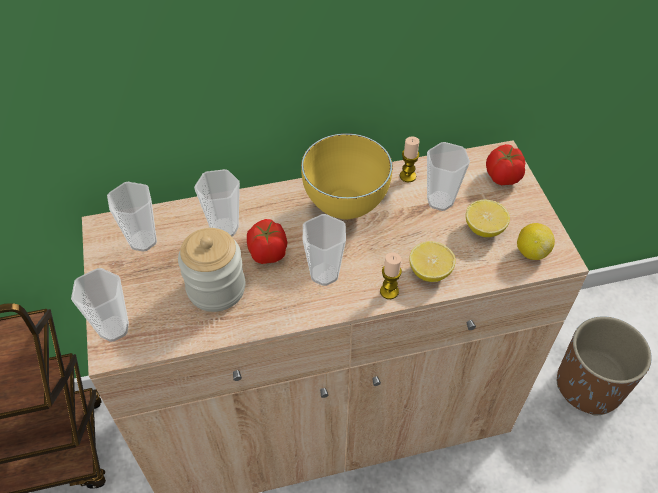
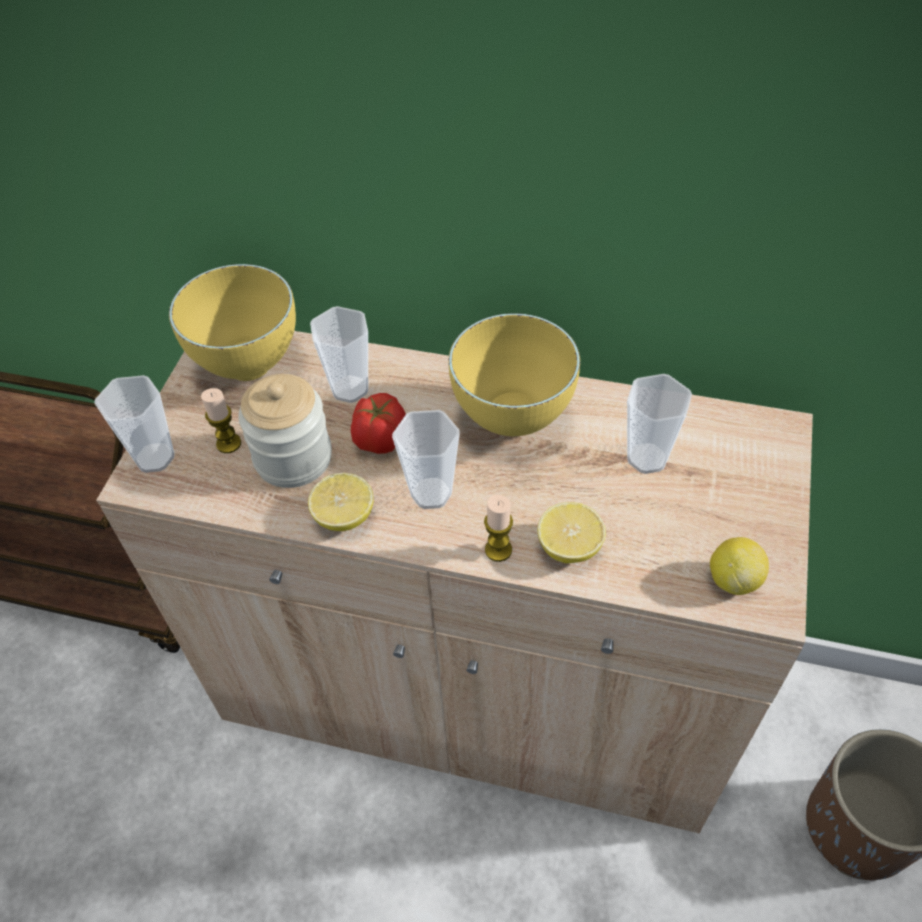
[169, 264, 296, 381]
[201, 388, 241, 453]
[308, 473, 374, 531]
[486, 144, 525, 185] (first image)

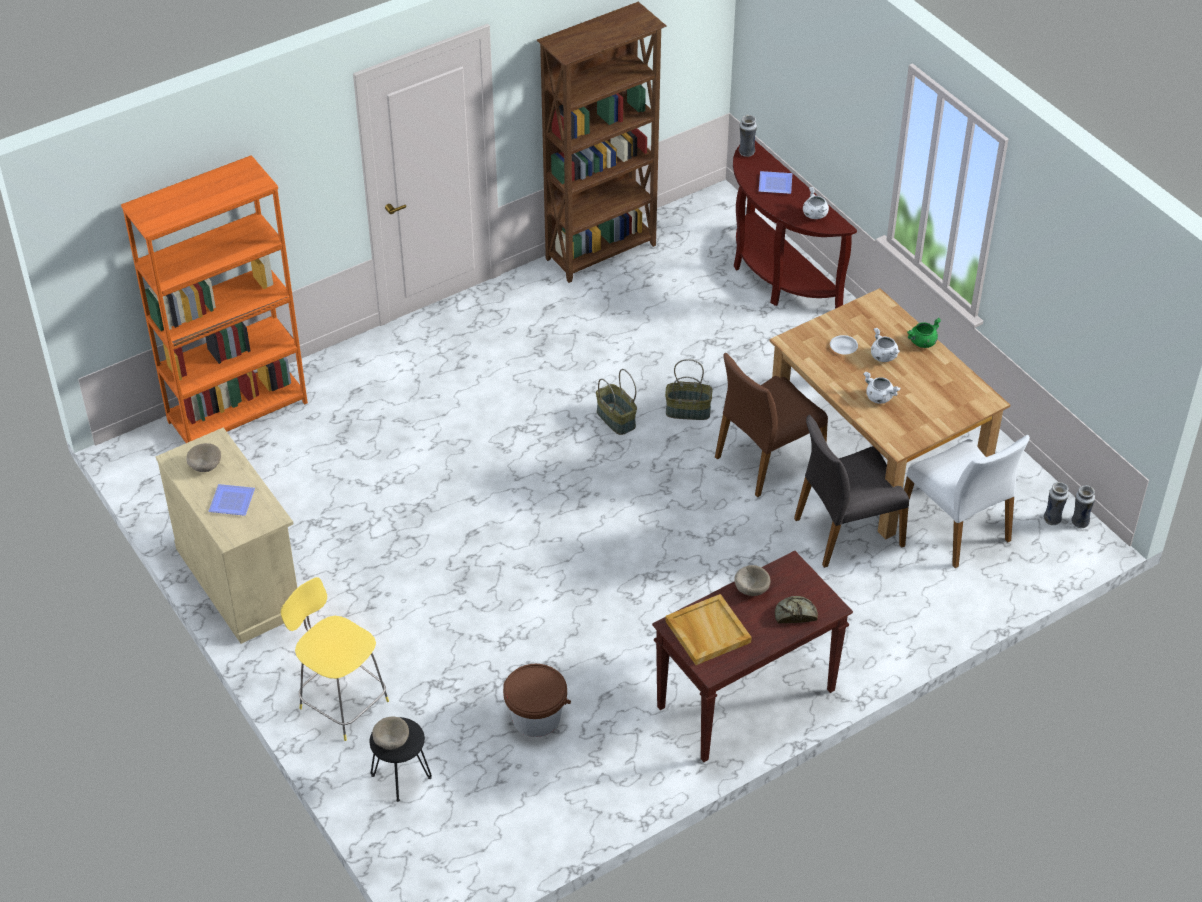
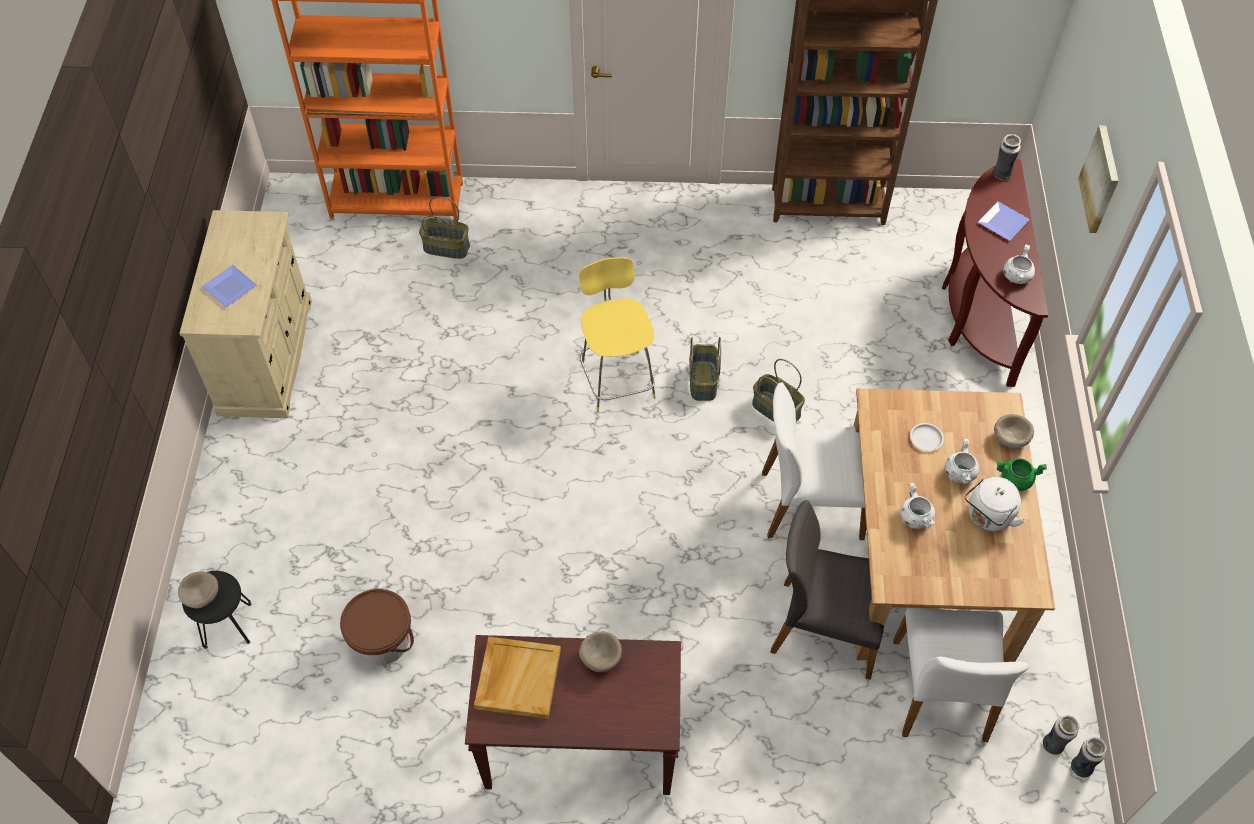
[419, 196, 470, 259]
[579, 257, 656, 413]
[762, 382, 866, 540]
[965, 477, 1026, 531]
[994, 414, 1034, 449]
[1078, 125, 1119, 233]
[775, 596, 818, 623] (first image)

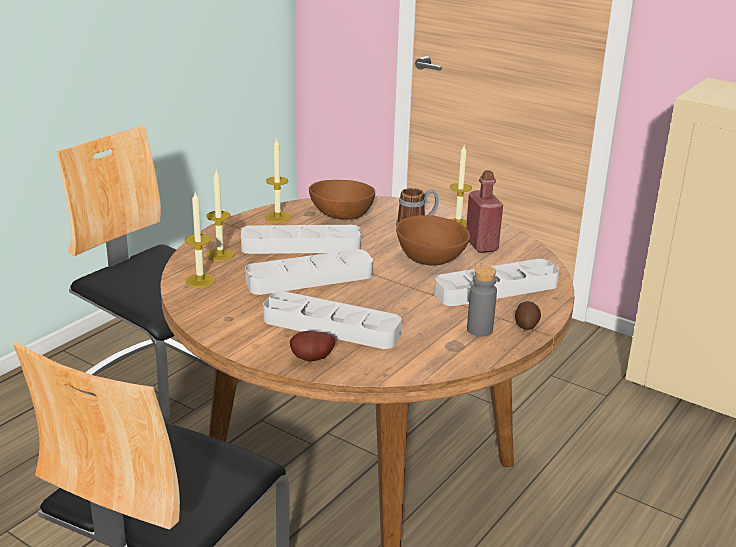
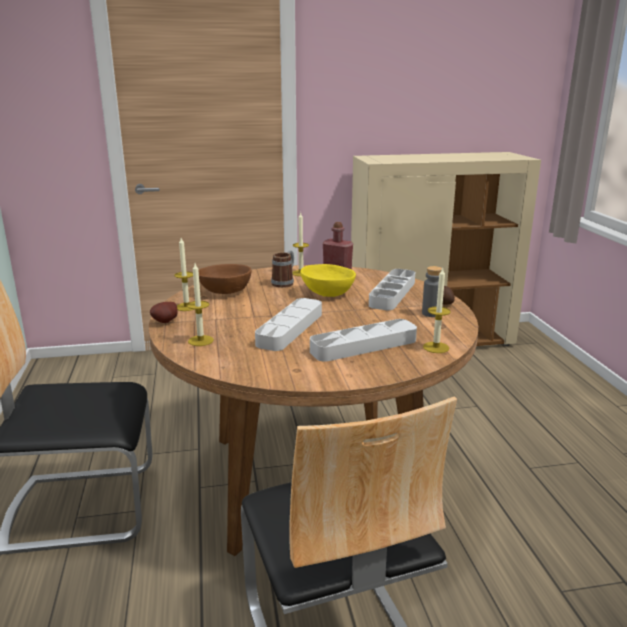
[150, 302, 178, 323]
[300, 264, 356, 297]
[423, 268, 451, 353]
[241, 225, 361, 254] (first image)

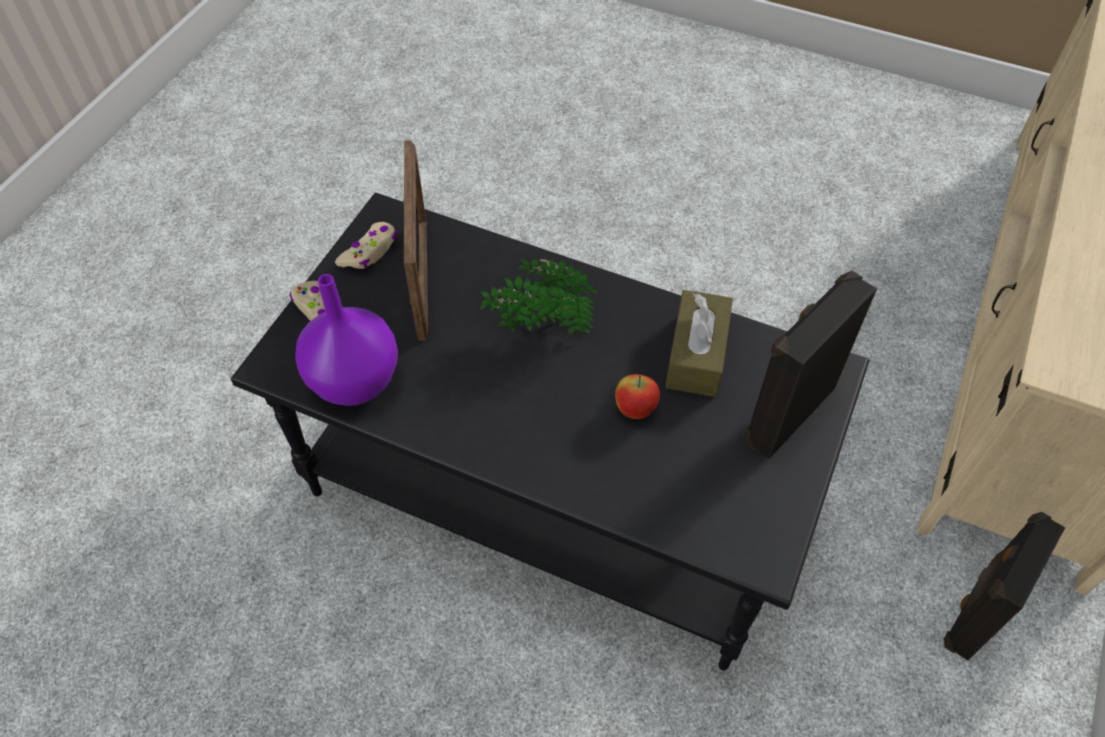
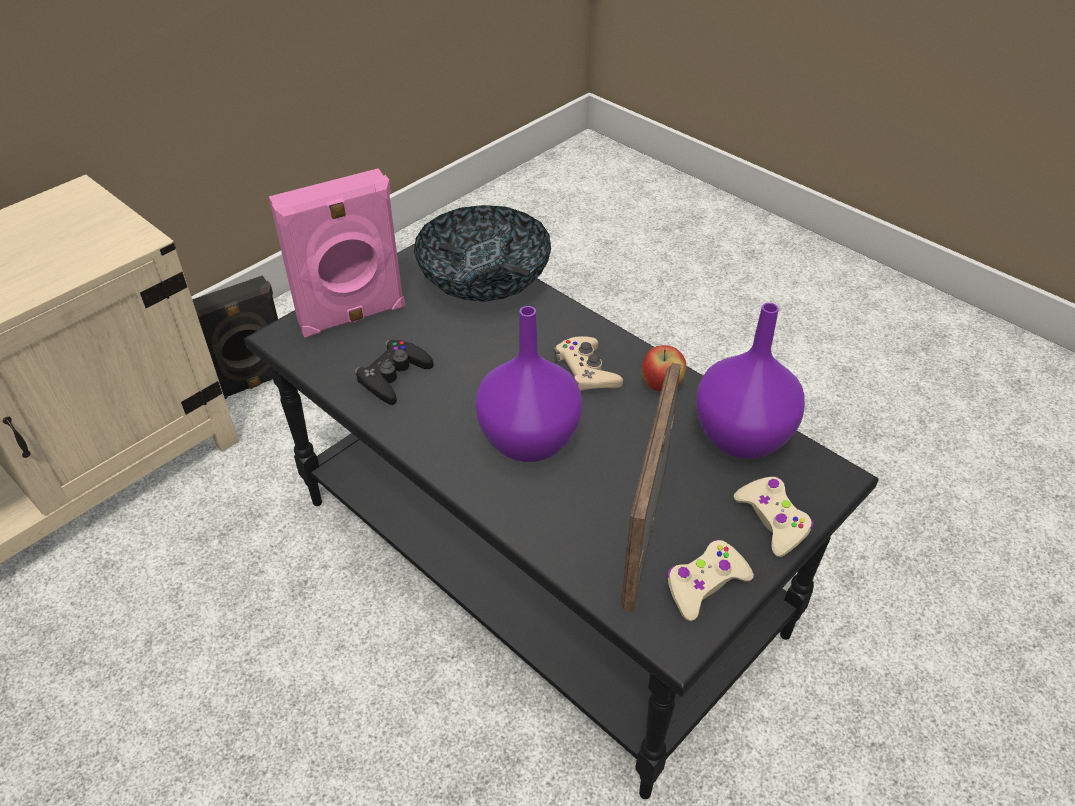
[269, 168, 406, 338]
[355, 340, 434, 405]
[414, 205, 551, 302]
[476, 306, 582, 462]
[554, 336, 623, 391]
[642, 345, 686, 392]

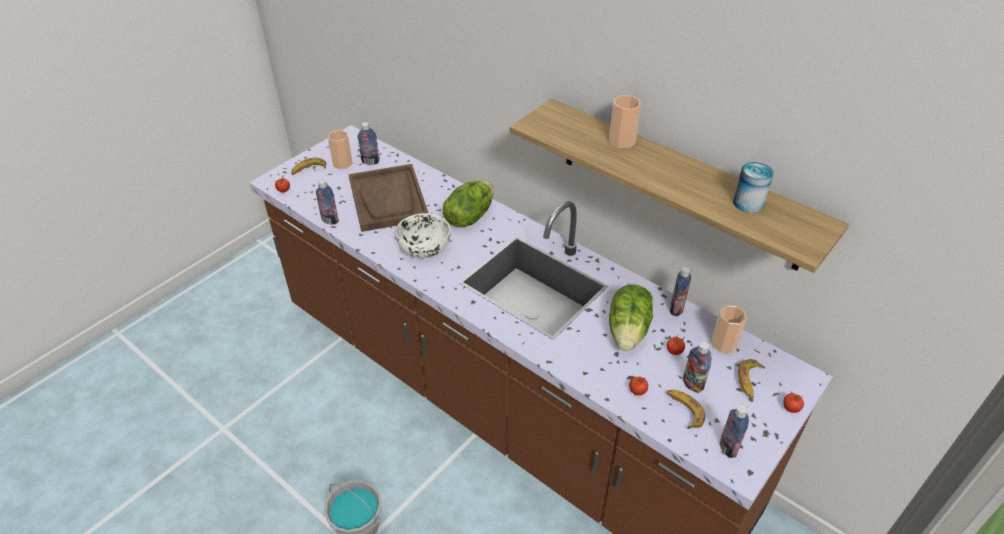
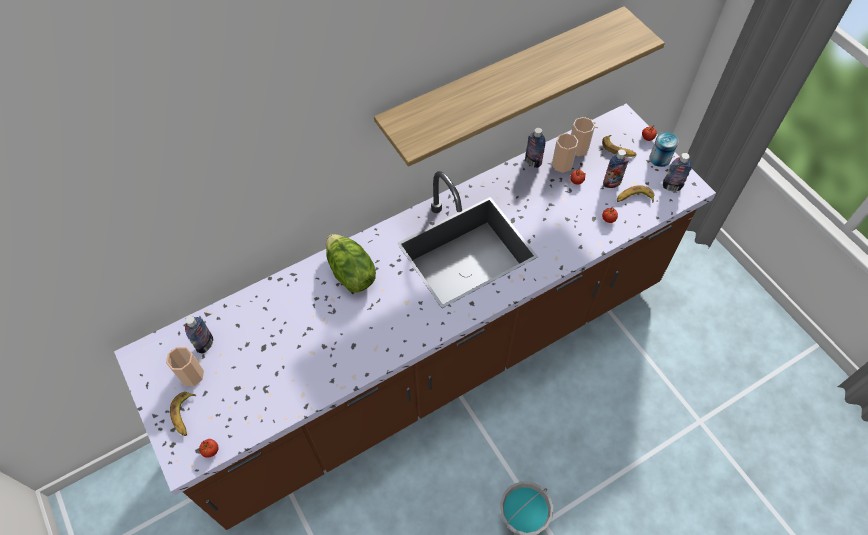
[552, 133, 579, 173]
[649, 132, 679, 167]
[316, 179, 339, 225] (first image)
[349, 164, 428, 232] (first image)
[395, 213, 450, 258] (first image)
[609, 284, 653, 351] (first image)

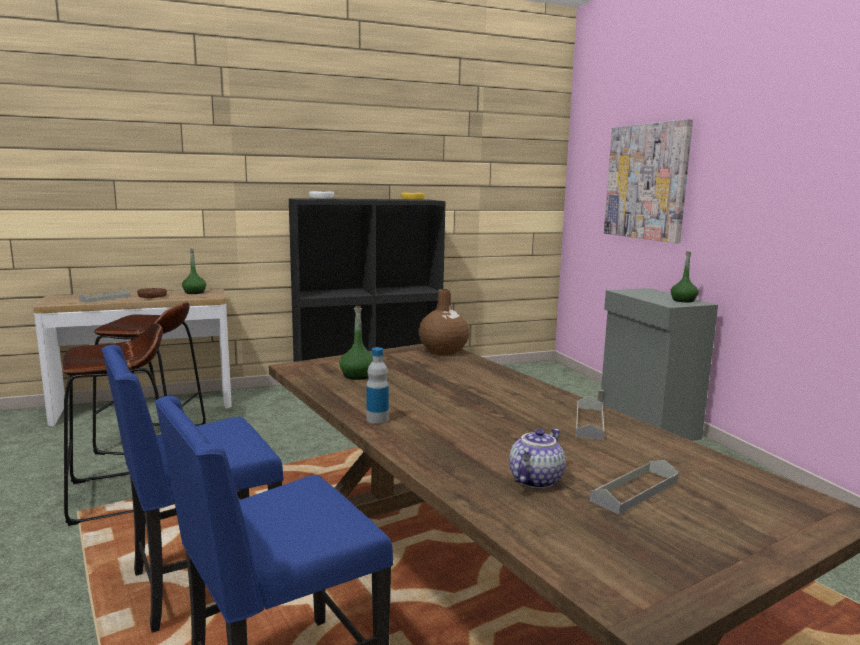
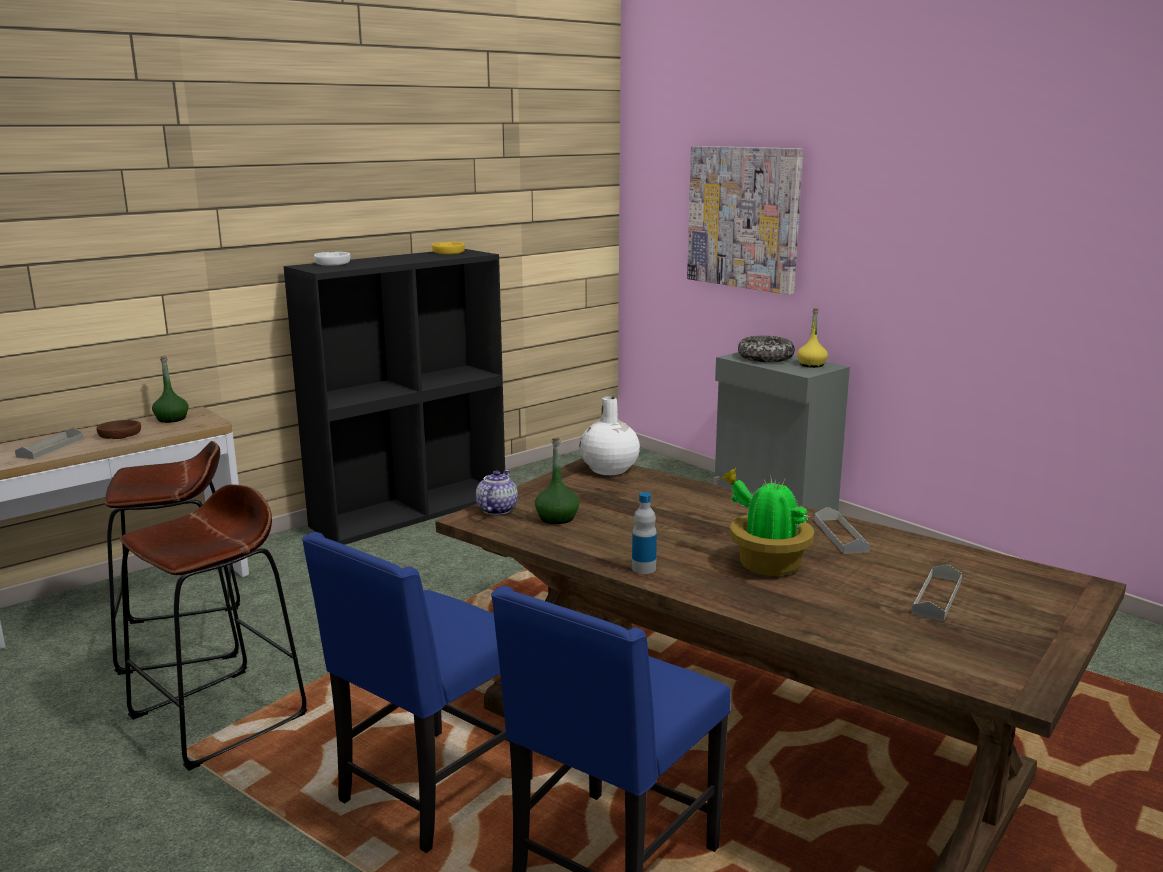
[476, 470, 518, 515]
[579, 396, 640, 475]
[721, 468, 814, 576]
[738, 336, 795, 362]
[797, 308, 828, 368]

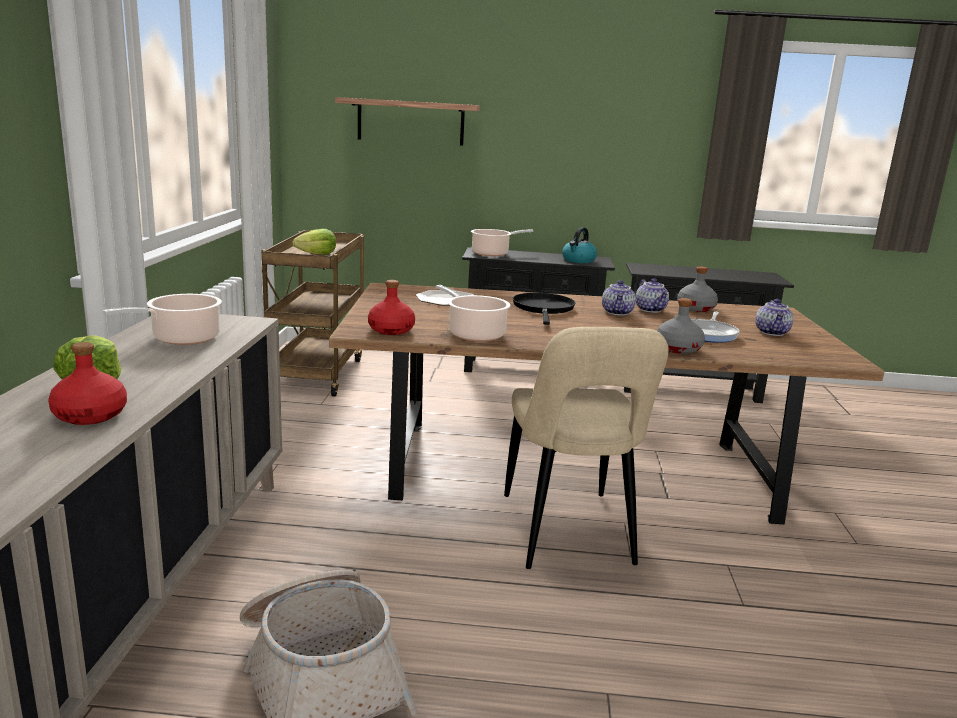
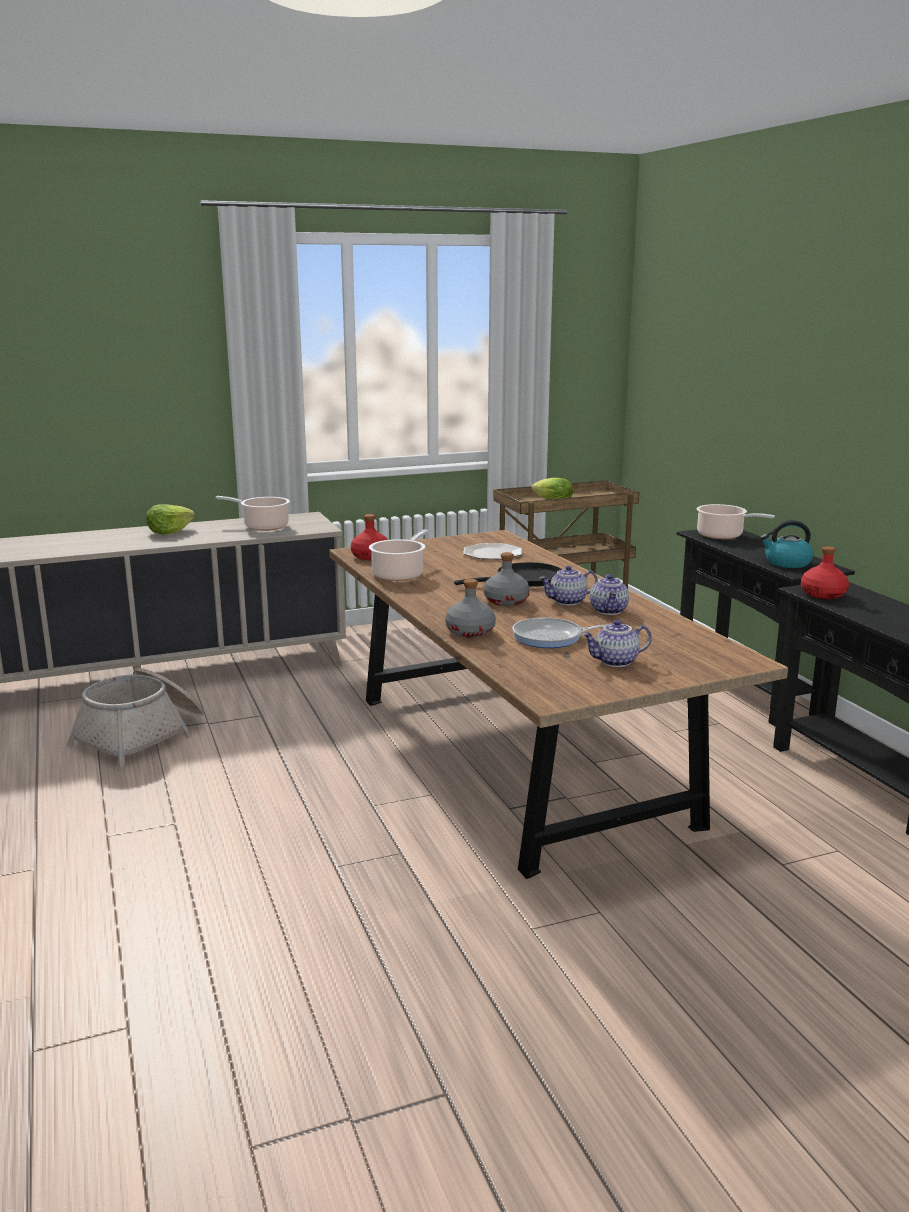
[484, 552, 530, 606]
[590, 574, 629, 615]
[801, 546, 849, 599]
[335, 97, 480, 146] (first image)
[504, 327, 668, 569] (first image)

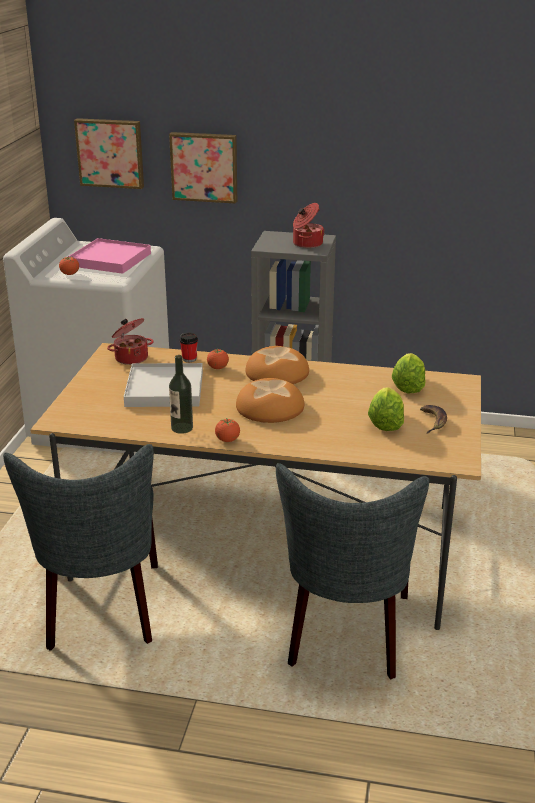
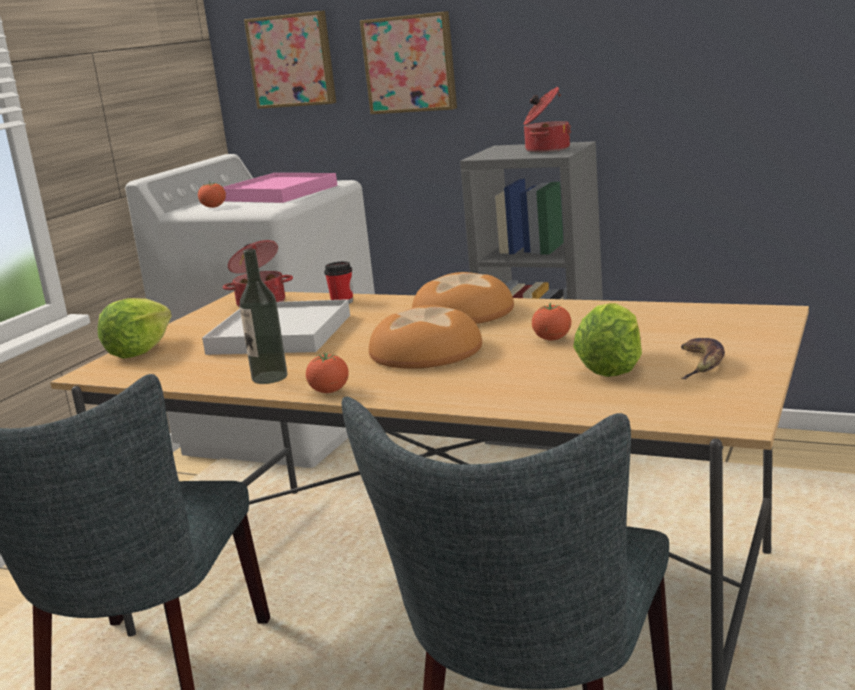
[98, 298, 172, 359]
[532, 303, 571, 340]

